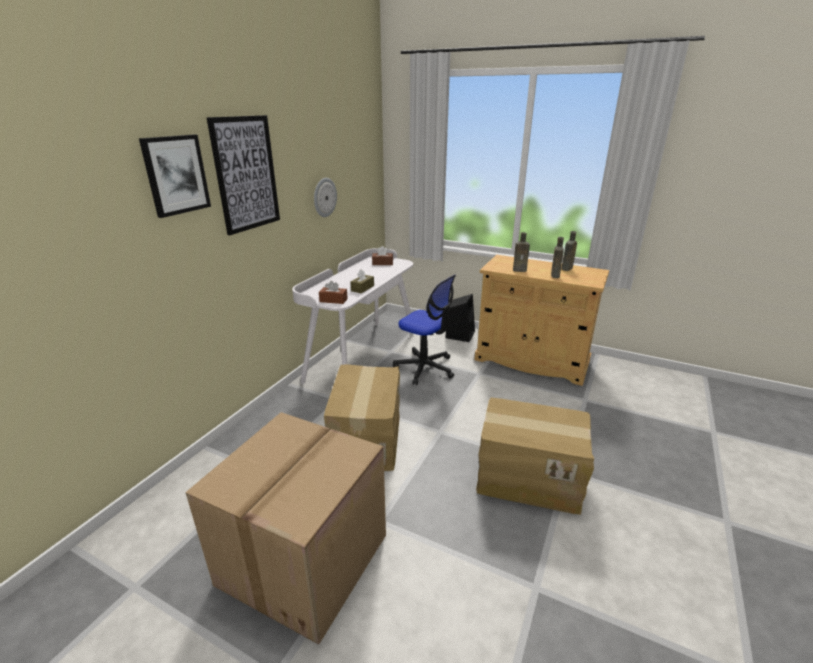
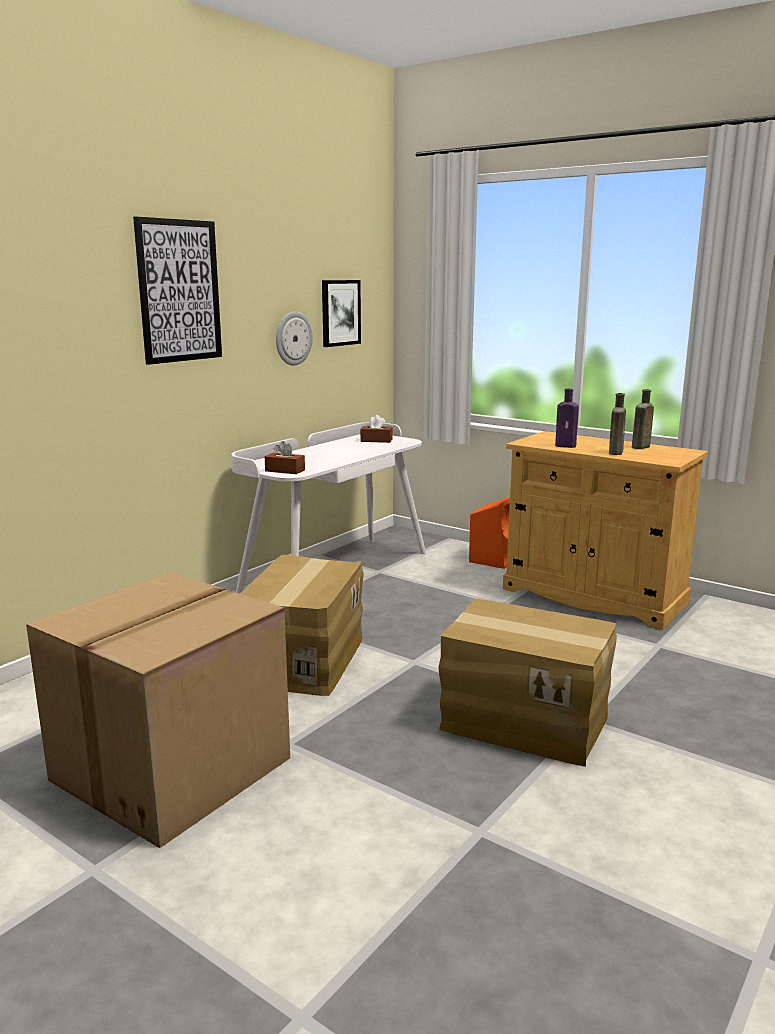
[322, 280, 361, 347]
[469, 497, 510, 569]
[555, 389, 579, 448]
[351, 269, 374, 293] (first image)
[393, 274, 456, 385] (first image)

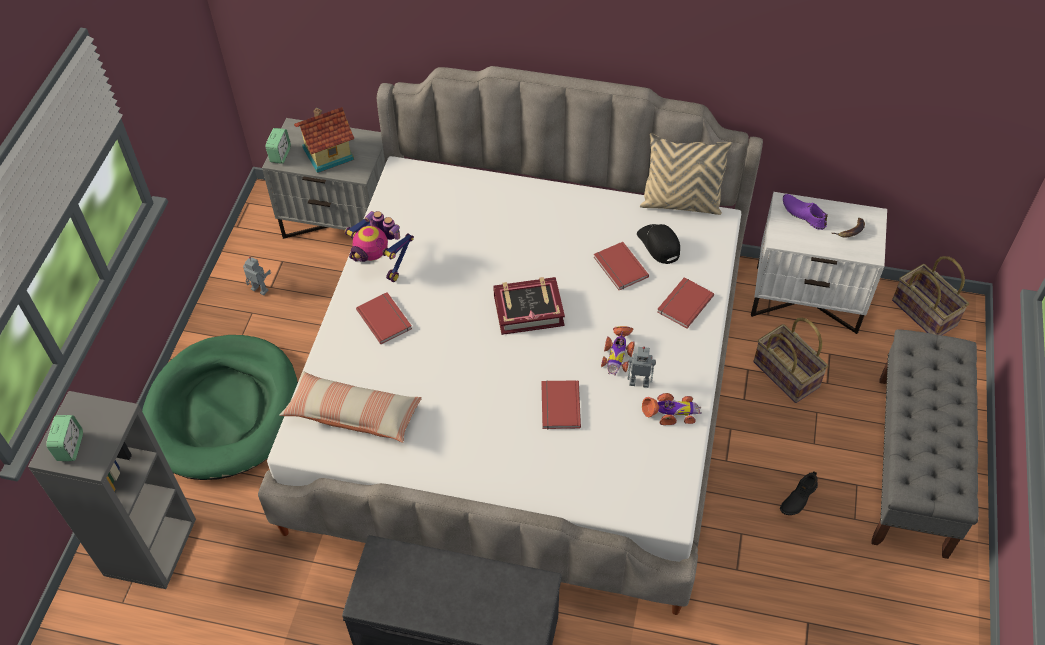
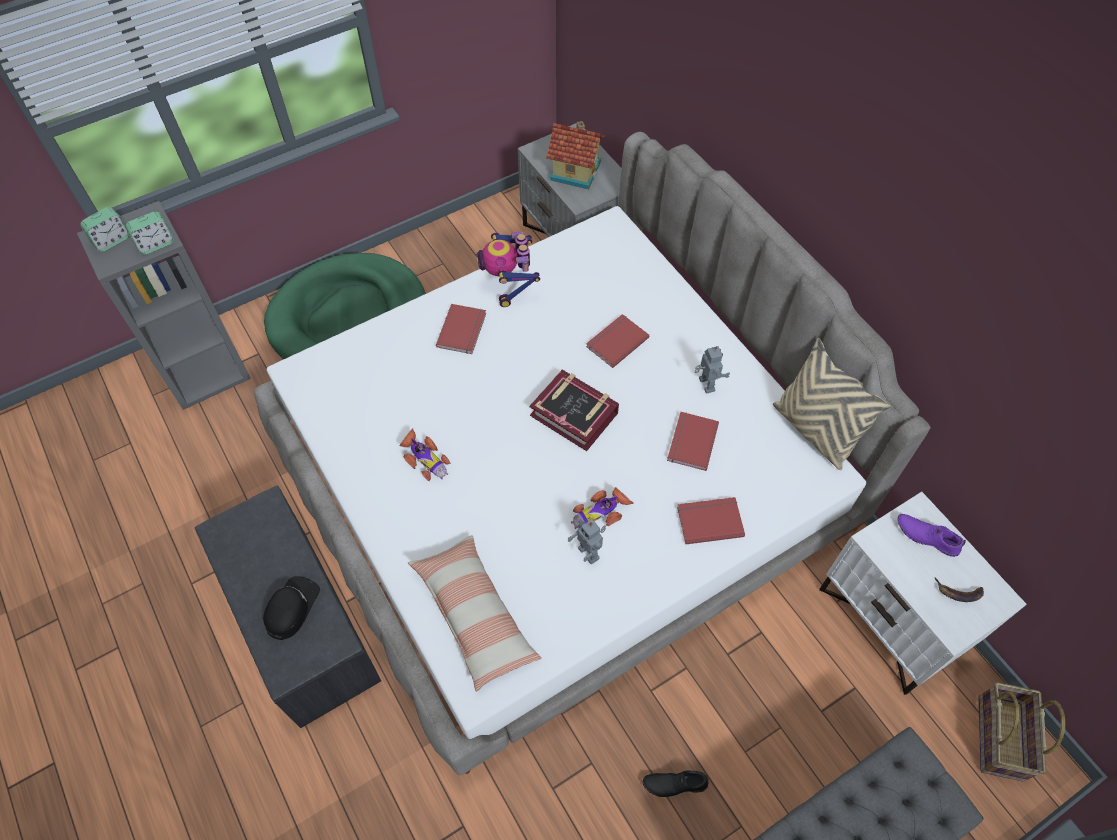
[126, 211, 174, 255]
[263, 576, 320, 640]
[400, 429, 451, 482]
[408, 535, 541, 692]
[586, 314, 649, 368]
[695, 346, 730, 394]
[898, 514, 966, 557]
[754, 318, 828, 403] (first image)

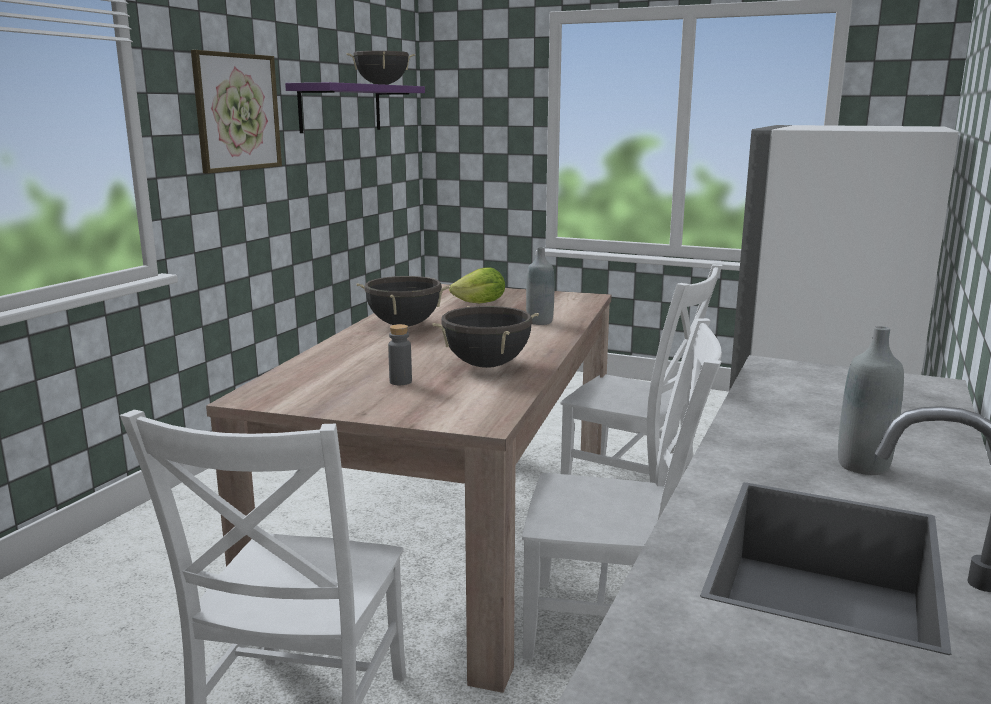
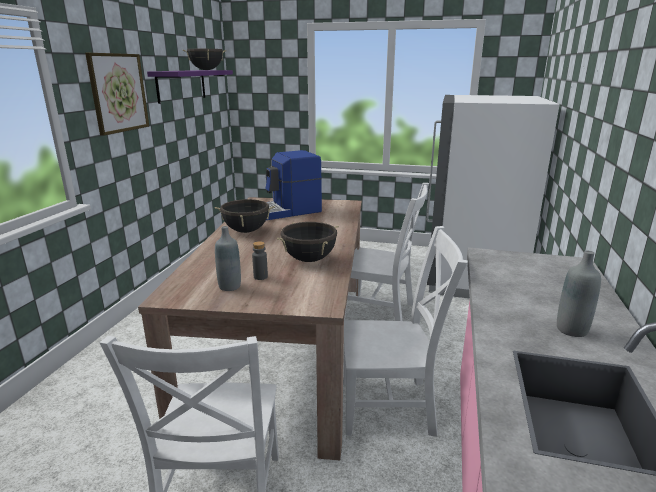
[215, 226, 241, 291]
[266, 150, 322, 220]

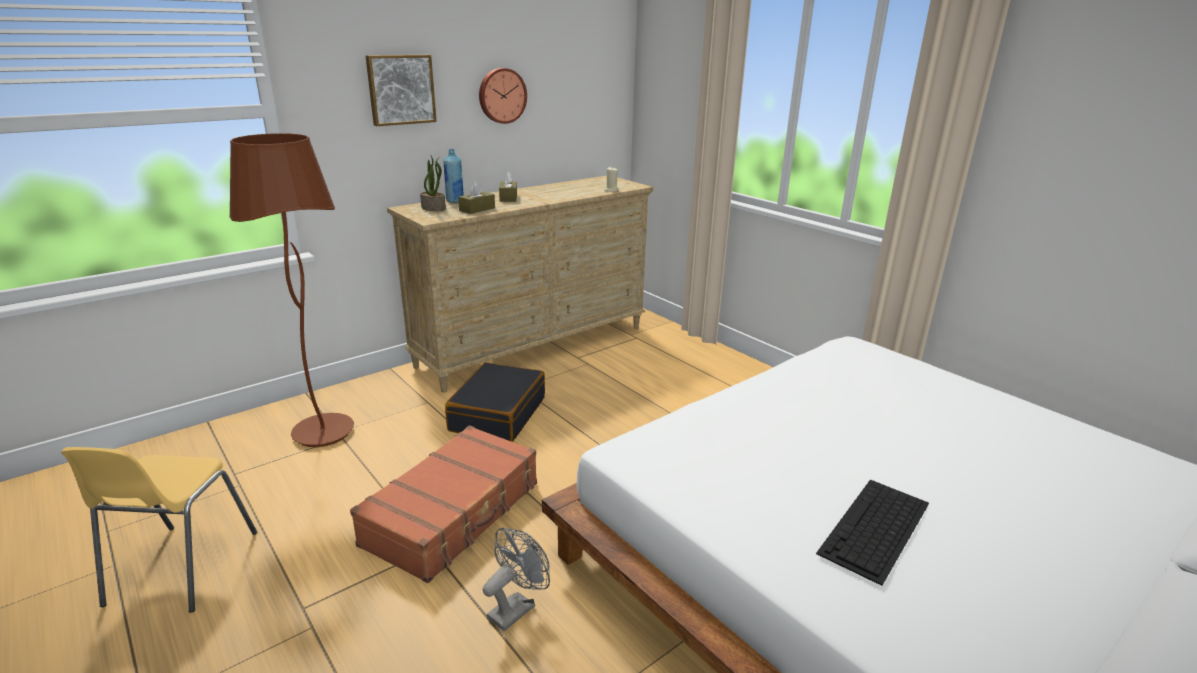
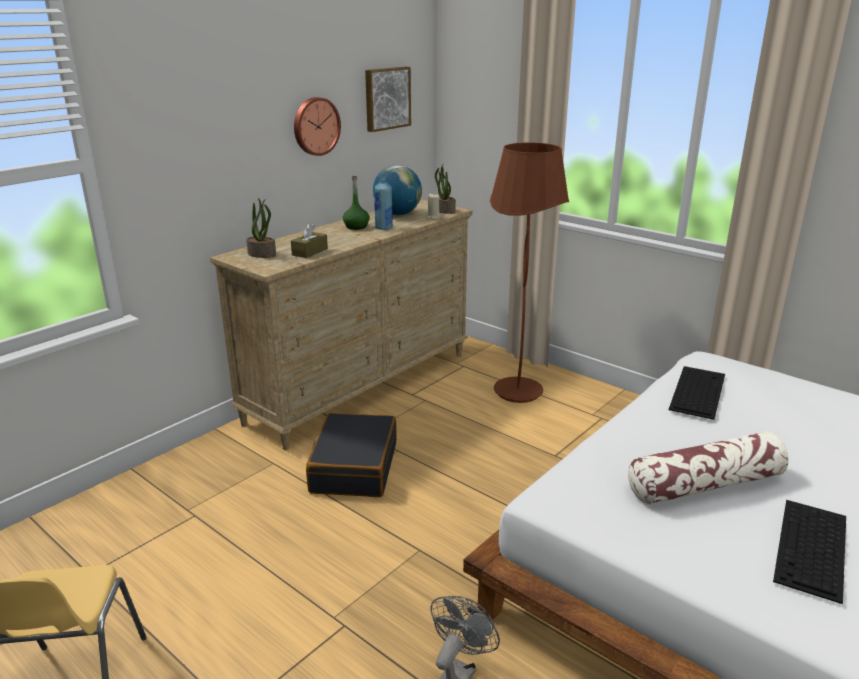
[343, 176, 370, 230]
[365, 67, 411, 132]
[373, 165, 422, 215]
[374, 176, 393, 230]
[435, 164, 456, 214]
[490, 142, 569, 403]
[628, 431, 789, 504]
[669, 366, 725, 420]
[350, 425, 537, 583] (first image)
[499, 172, 517, 202] (first image)

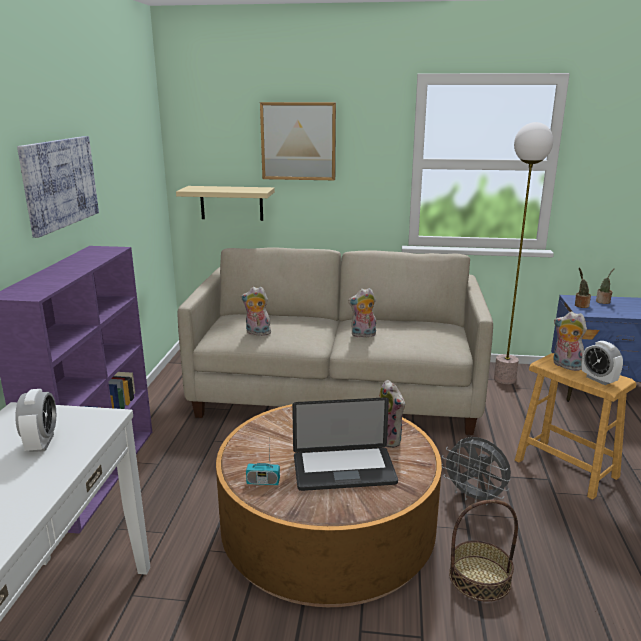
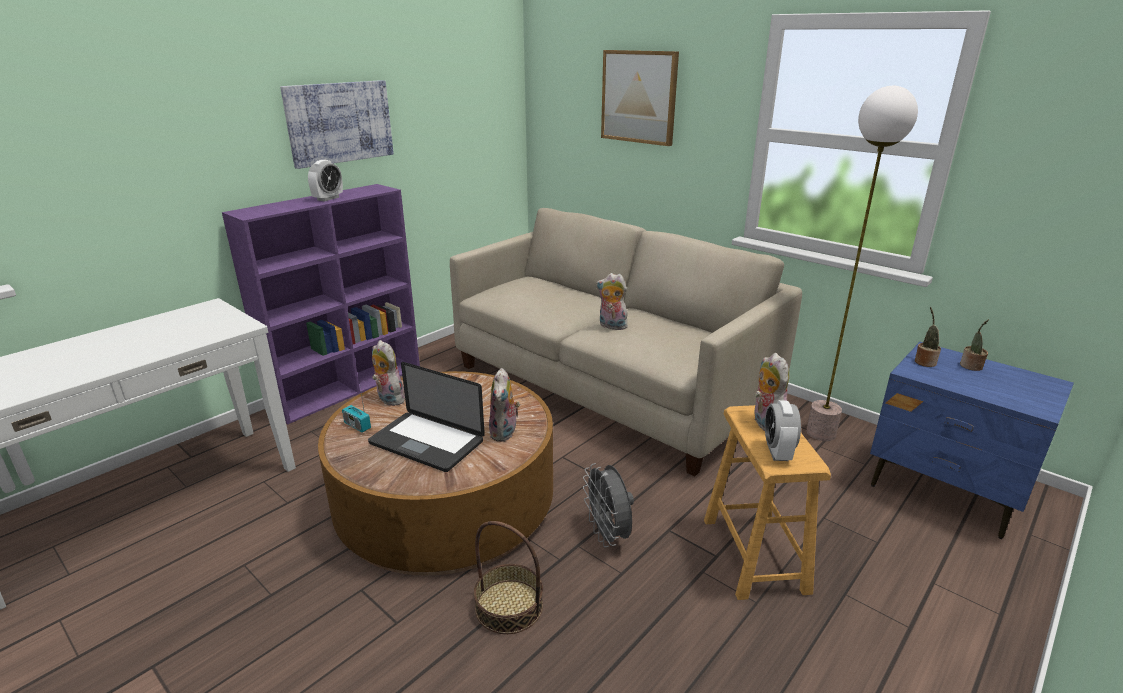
[308, 160, 343, 201]
[372, 340, 405, 406]
[176, 186, 275, 221] (first image)

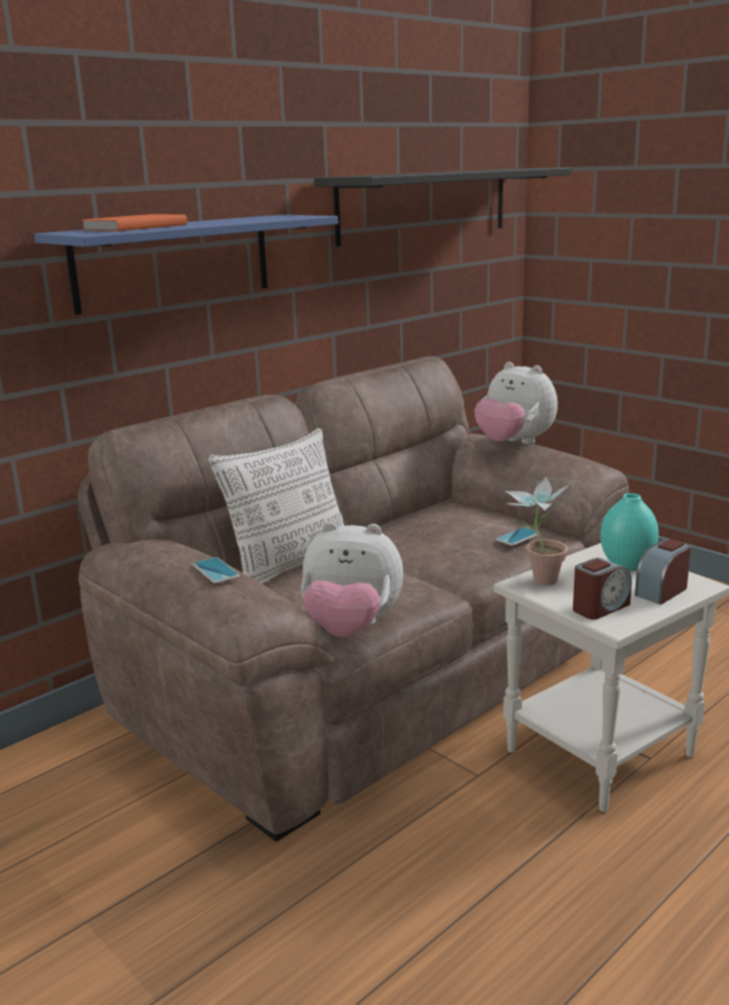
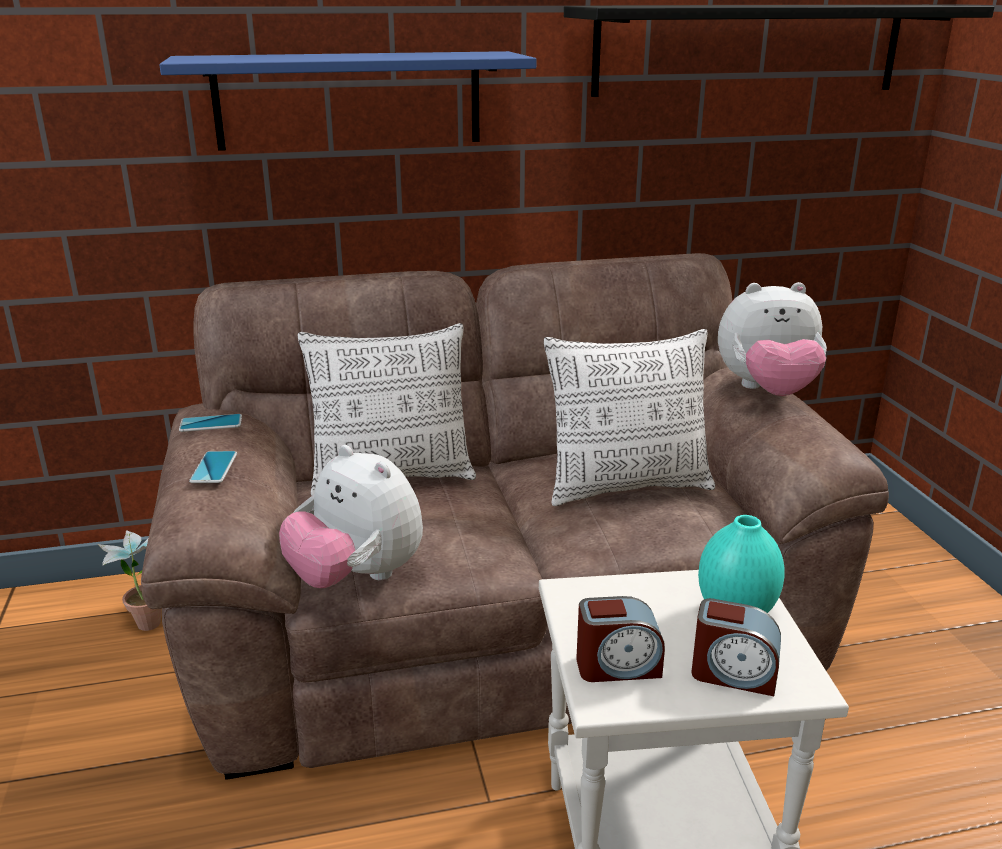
[98, 530, 161, 631]
[179, 414, 242, 432]
[544, 329, 715, 506]
[692, 598, 781, 696]
[718, 282, 827, 396]
[82, 214, 187, 231] (first image)

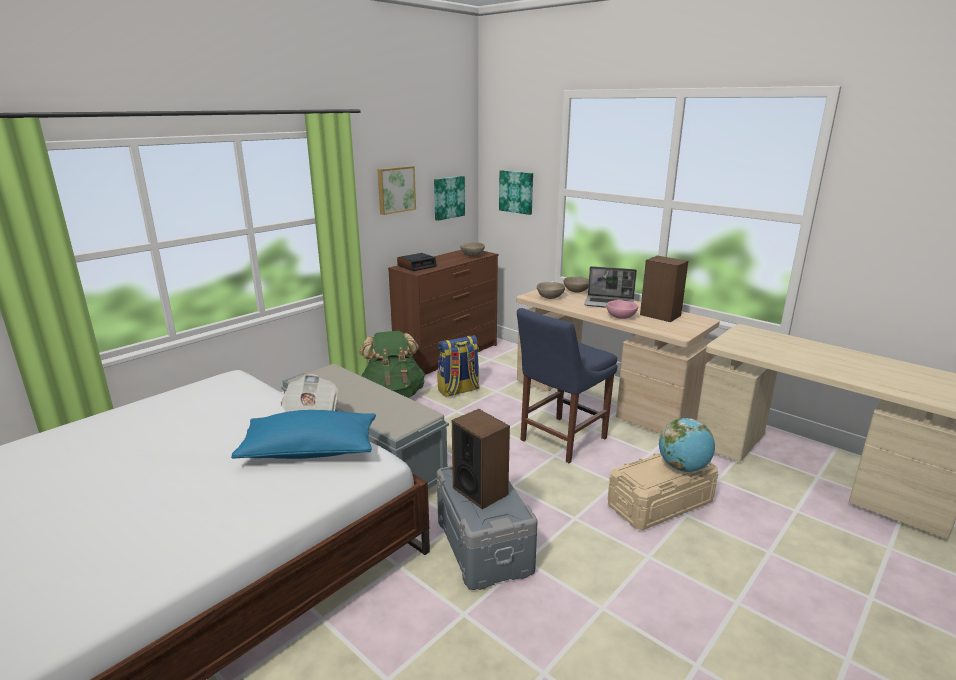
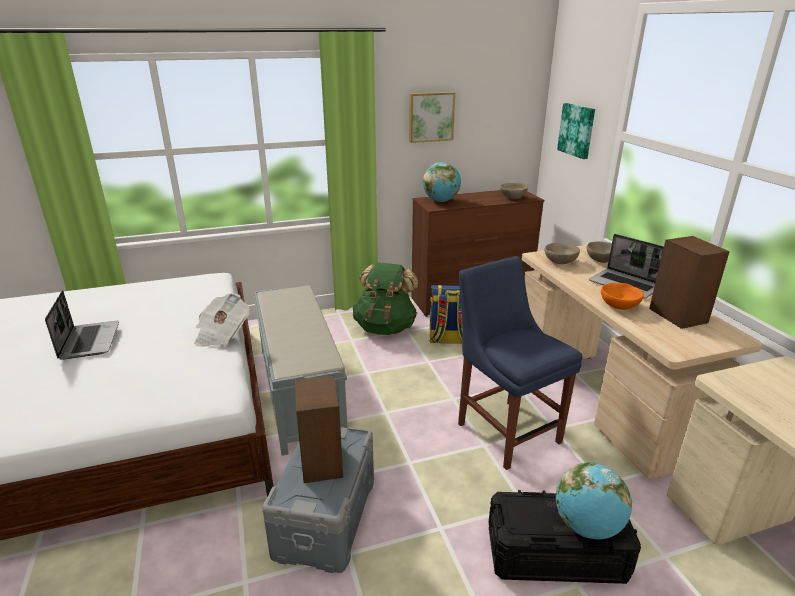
[45, 291, 119, 360]
[423, 162, 461, 202]
[458, 256, 582, 470]
[489, 490, 641, 584]
[601, 283, 644, 310]
[231, 410, 376, 459] (first image)
[434, 176, 465, 221] (first image)

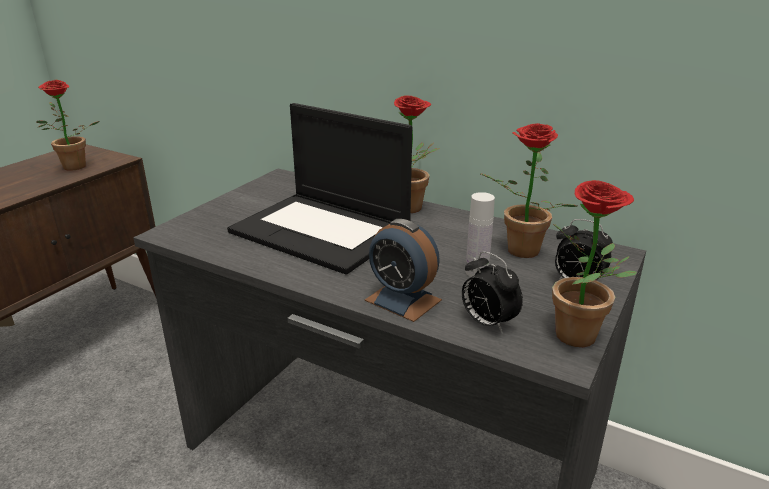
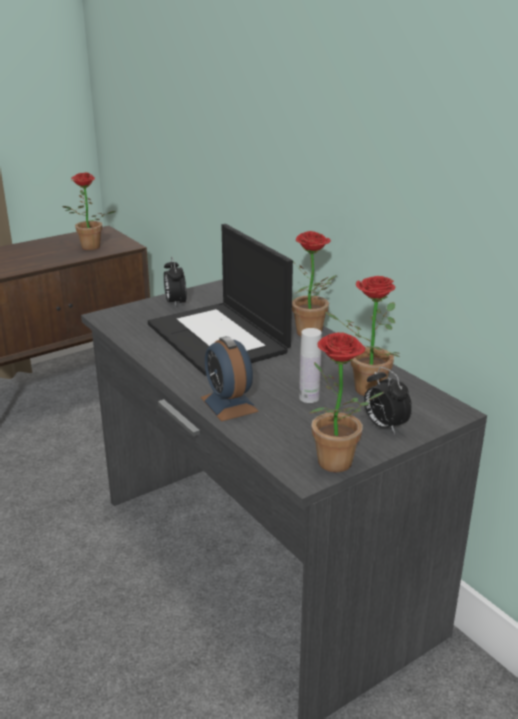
[164, 257, 187, 308]

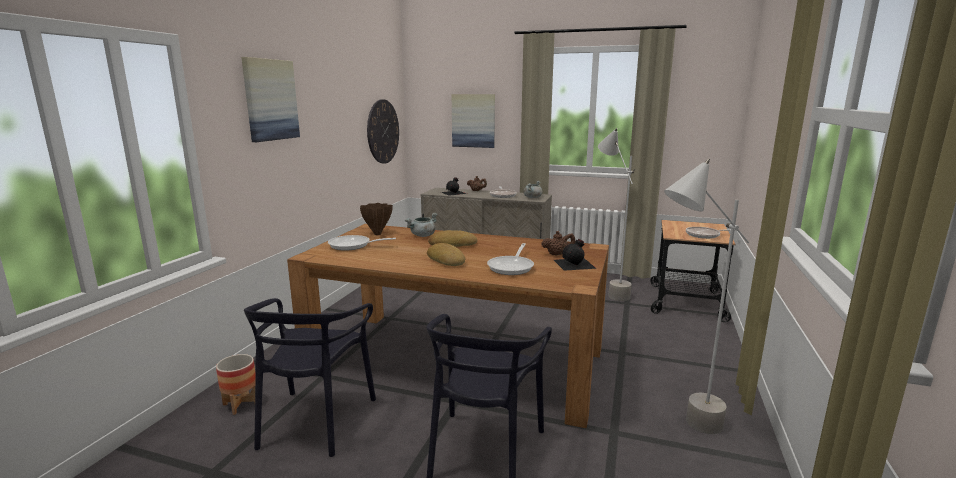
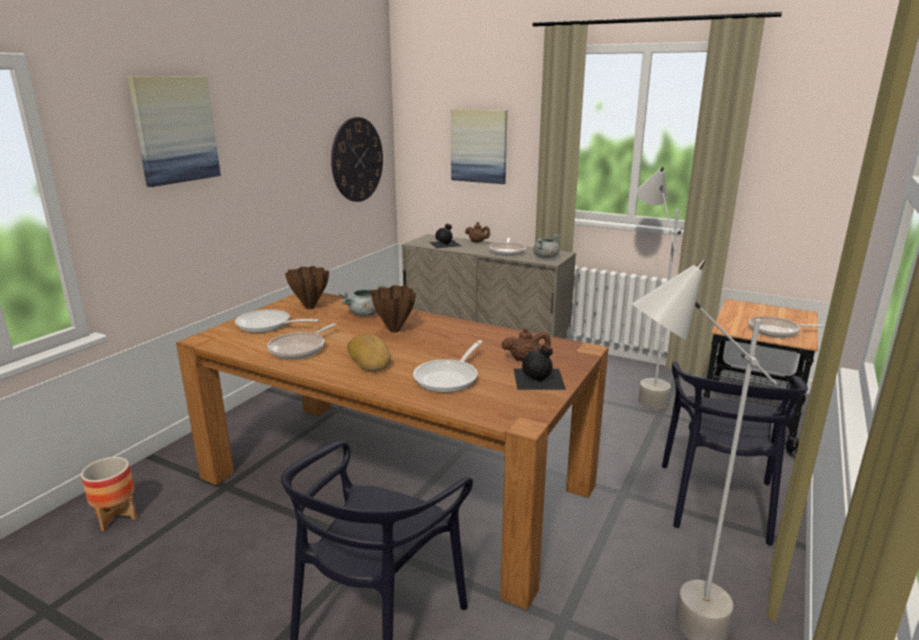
[267, 323, 337, 359]
[370, 285, 416, 333]
[662, 362, 808, 545]

